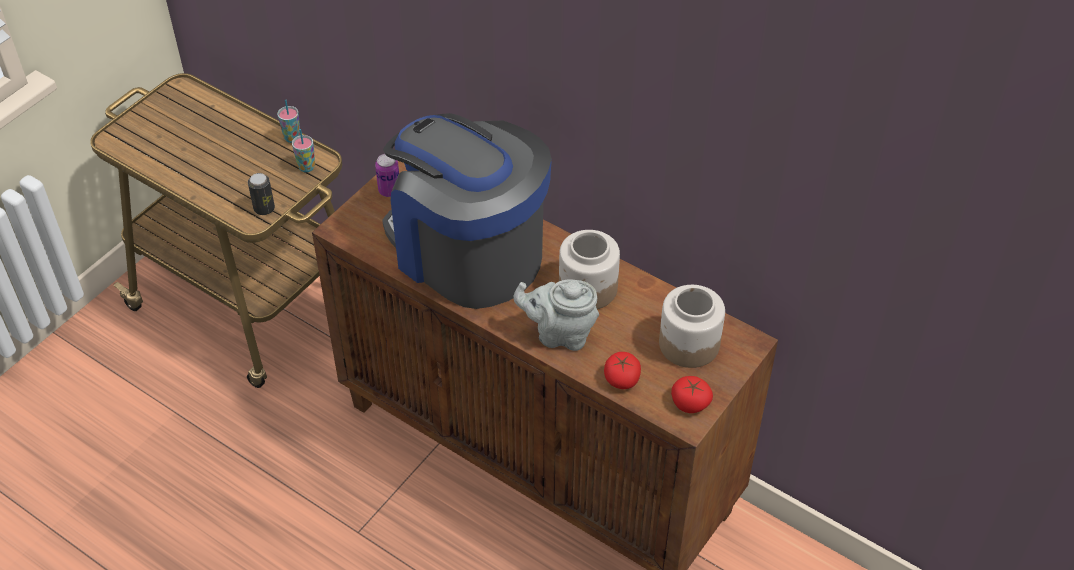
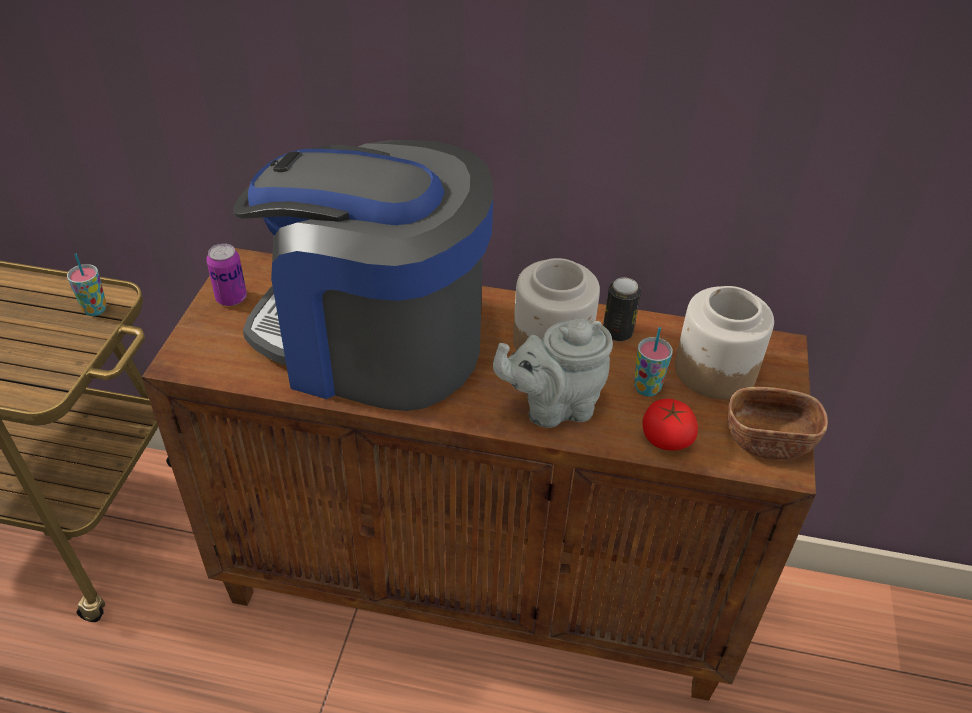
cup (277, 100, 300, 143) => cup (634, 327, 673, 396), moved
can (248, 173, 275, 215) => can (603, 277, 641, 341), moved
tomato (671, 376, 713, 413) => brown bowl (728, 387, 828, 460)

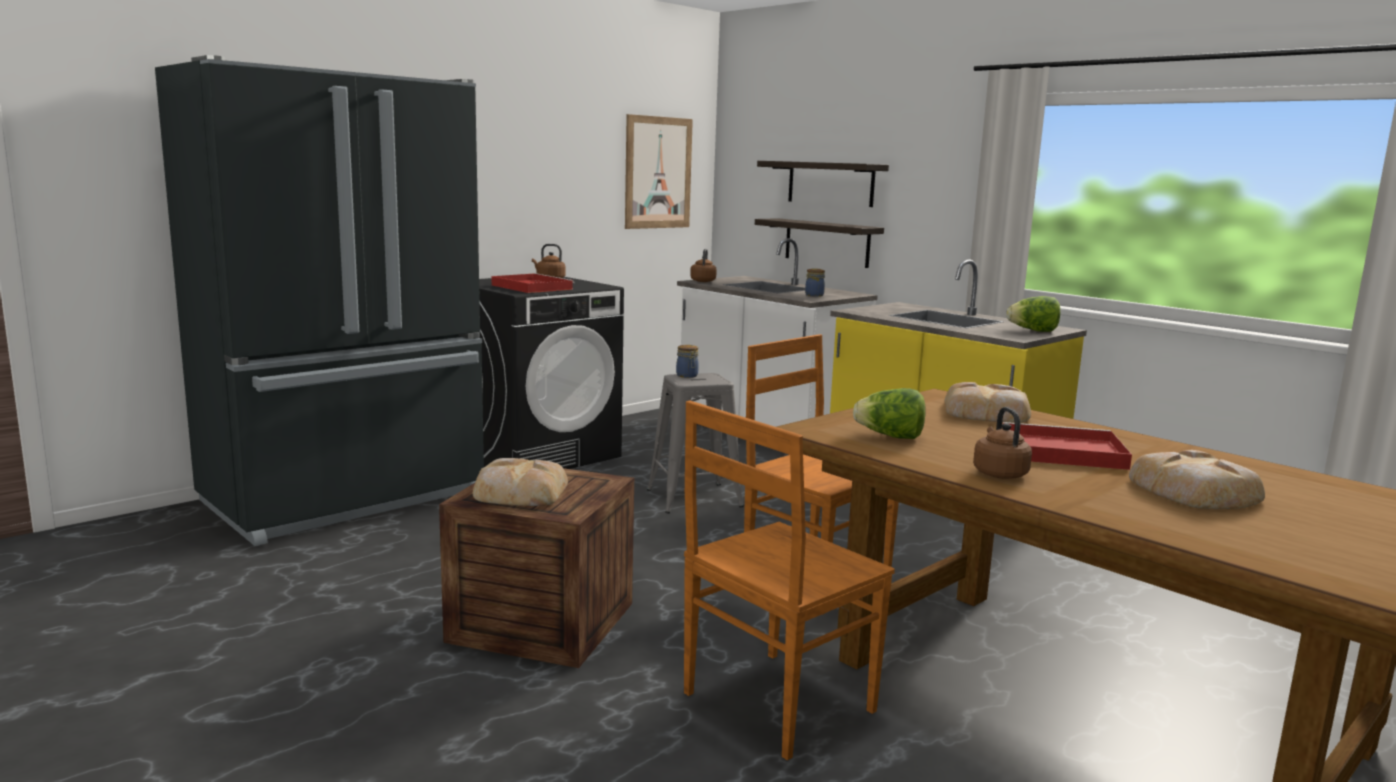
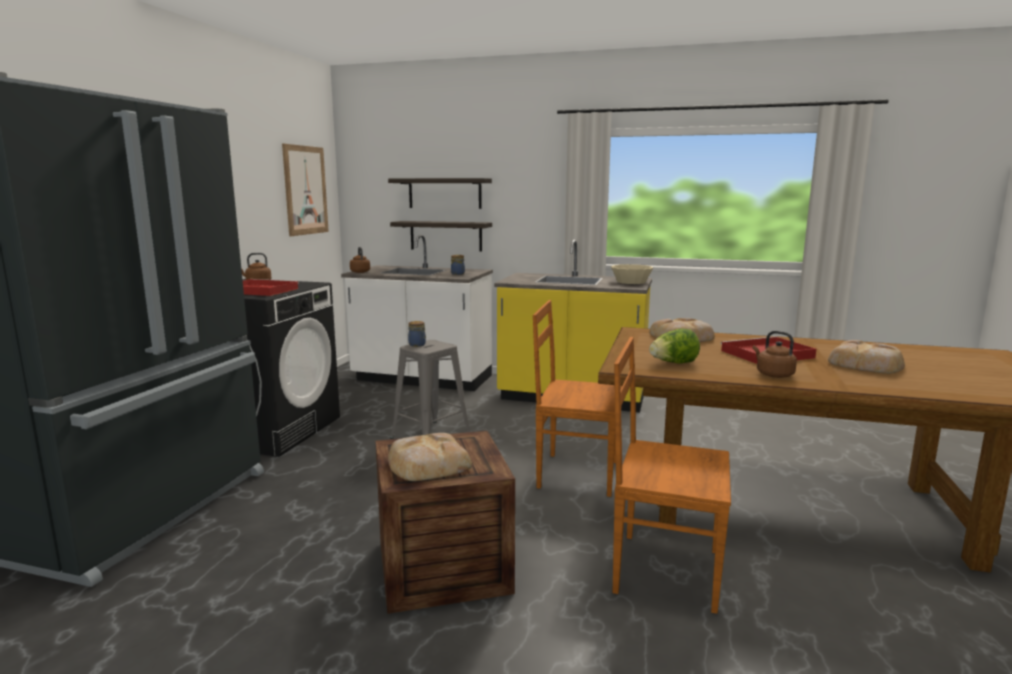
lettuce (1006, 296, 1060, 332) => beige bowl (611, 264, 653, 284)
brown chair (684, 400, 895, 760) => brown chair (612, 337, 731, 614), 90 degrees clockwise

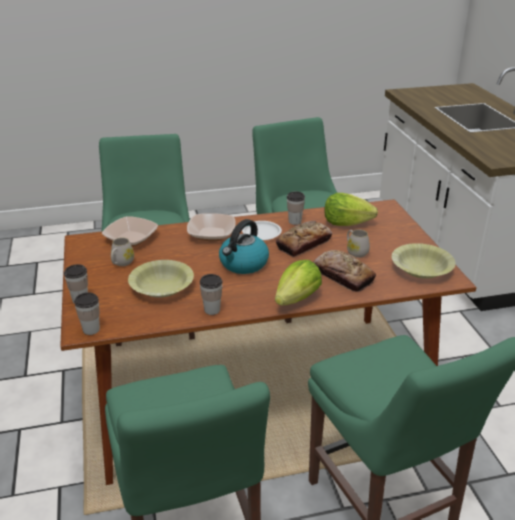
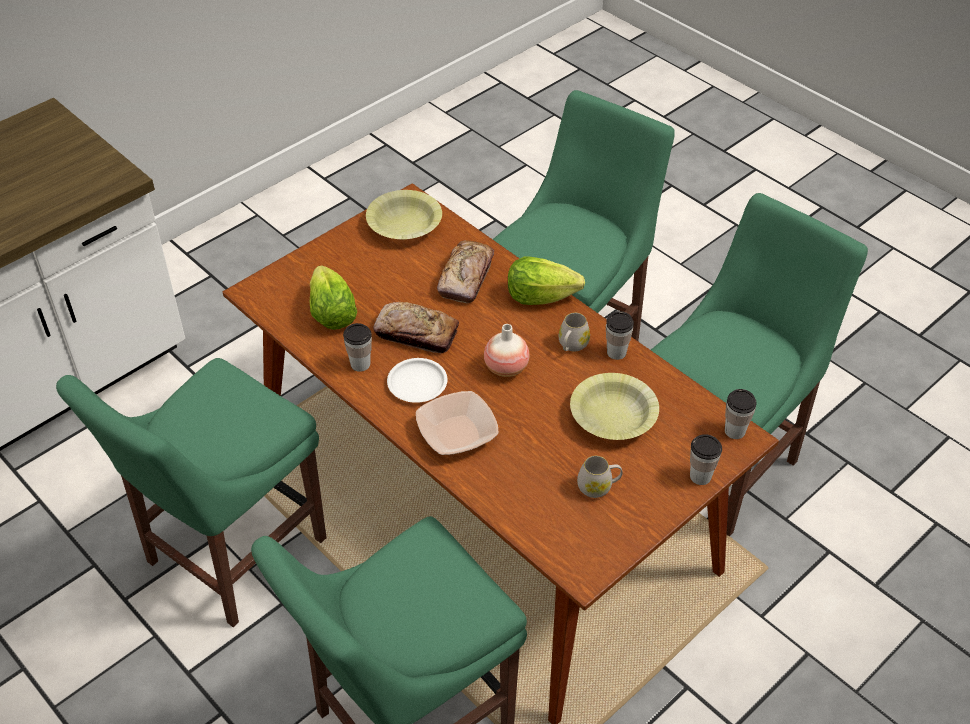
bowl (102, 216, 158, 247) => nothing
kettle (219, 219, 269, 274) => vase (484, 324, 530, 377)
white mug (347, 229, 370, 258) => white mug (559, 313, 590, 351), moved

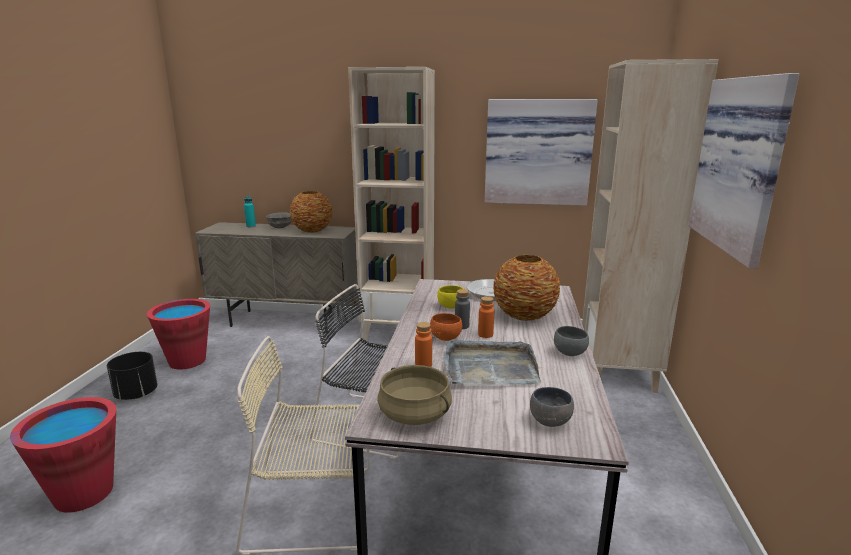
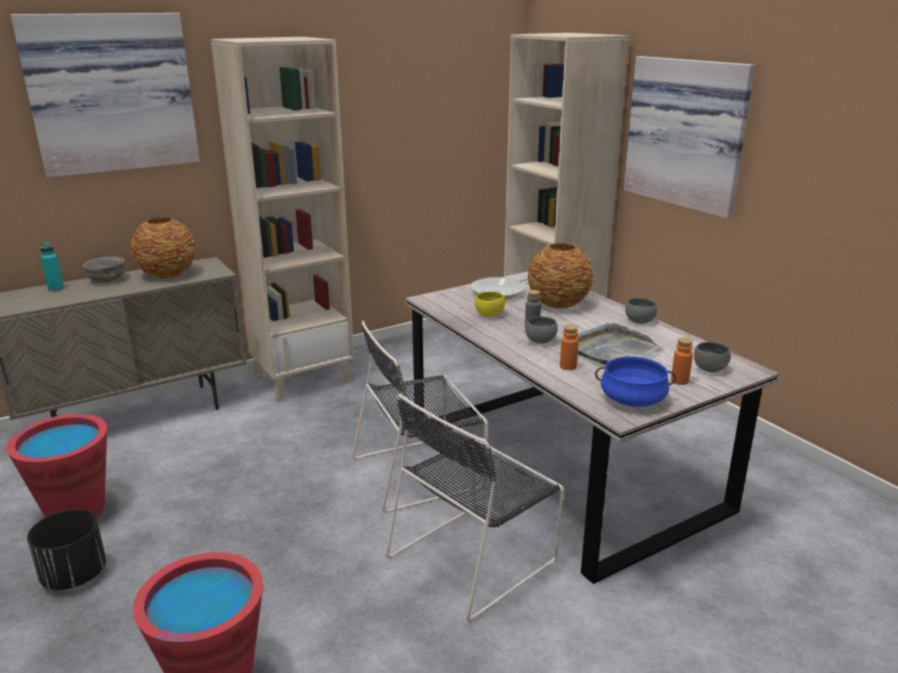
picture (485, 99, 598, 206) => picture (11, 13, 200, 178), moved
orange bottle (478, 296, 494, 338) => orange bottle (671, 337, 693, 385), moved
orange bowl (430, 313, 462, 341) => grey bowl (525, 316, 558, 343)
beige chair (236, 336, 370, 555) => black chair (386, 394, 564, 621)
beige cooking pot (377, 365, 452, 425) => blue cooking pot (595, 356, 676, 407)

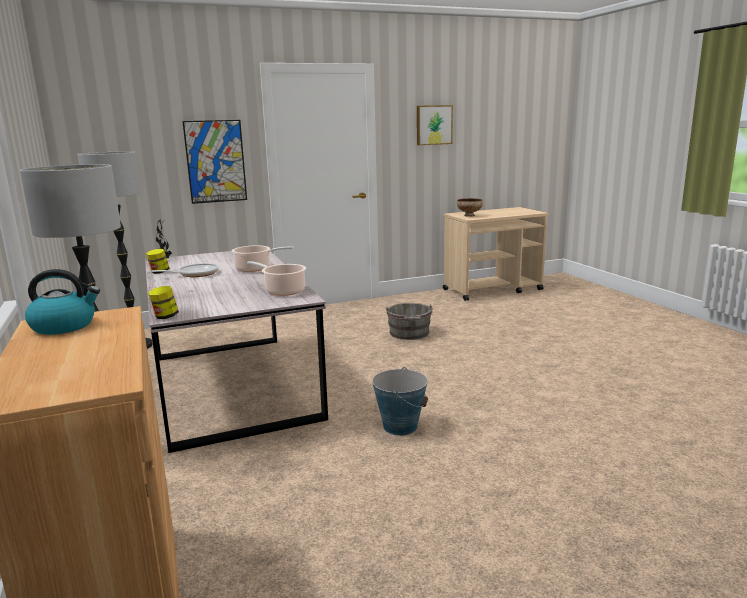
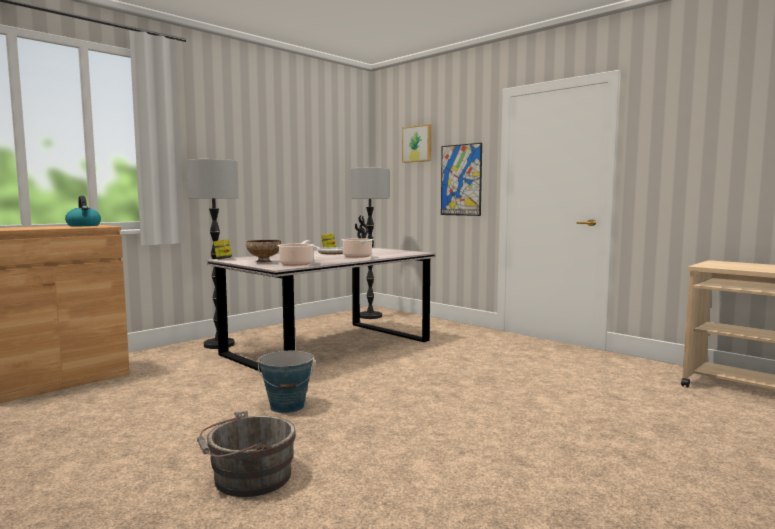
picture (417, 105, 453, 145) => picture (402, 124, 432, 163), moved
bowl (457, 198, 483, 217) => bowl (246, 240, 281, 262), moved
grey bucket (386, 303, 433, 340) => grey bucket (197, 410, 296, 497), moved

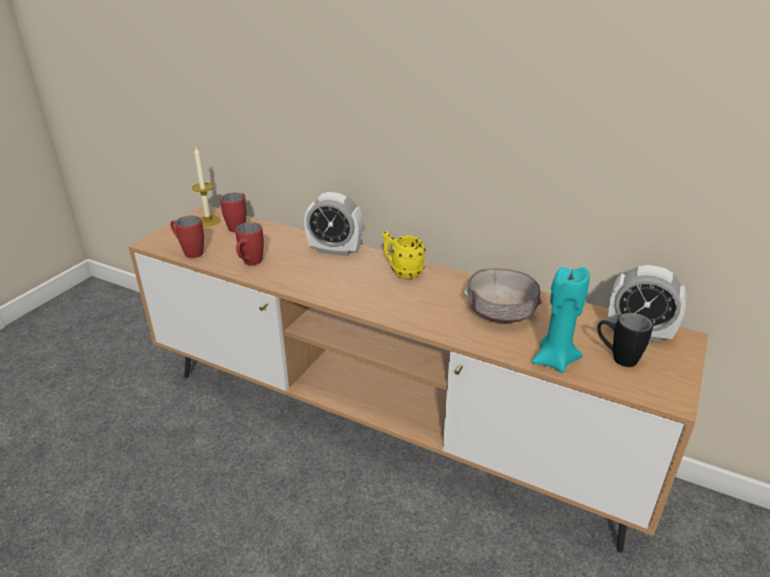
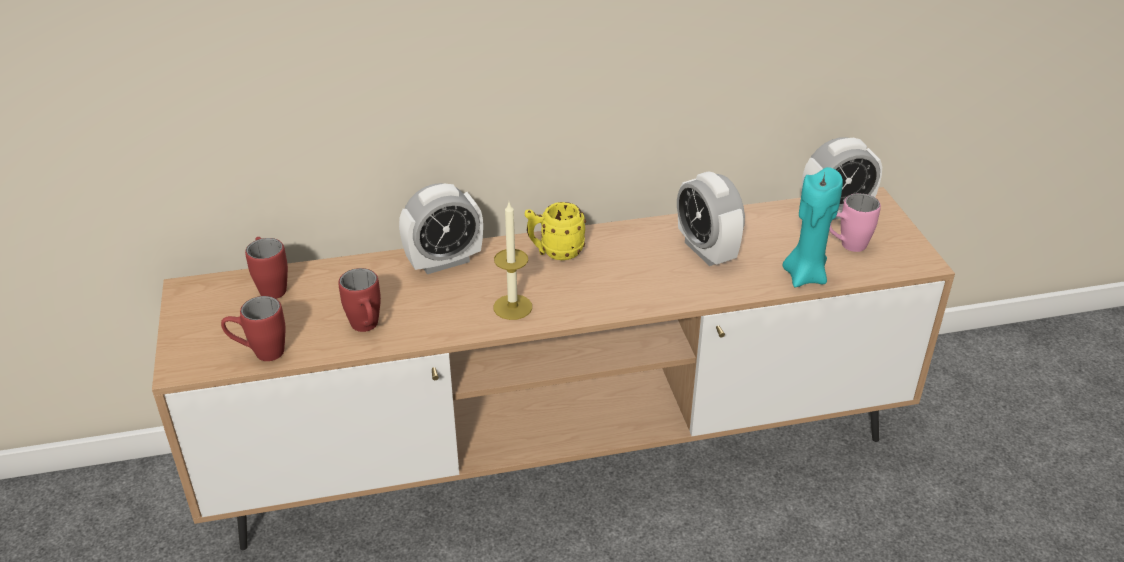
candle (192, 147, 221, 227) => candle (494, 202, 532, 320), moved
grey bowl (463, 269, 542, 323) => alarm clock (677, 171, 745, 266)
black mug (597, 313, 653, 367) => pink mug (829, 193, 881, 252)

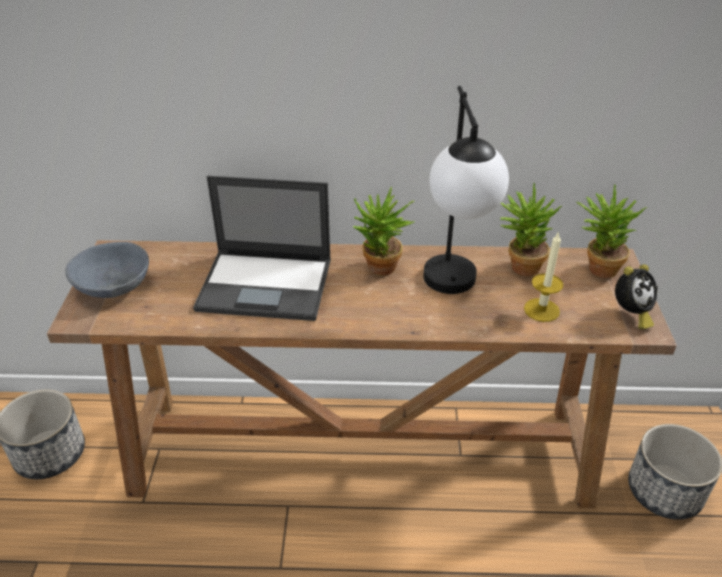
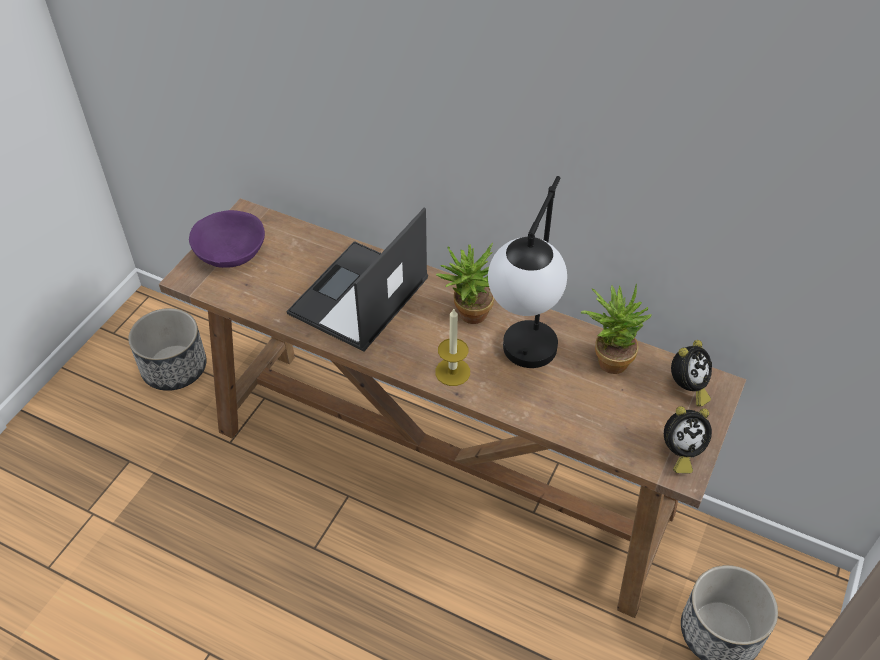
laptop (193, 176, 331, 321) => laptop (286, 207, 428, 351), 90 degrees clockwise
potted plant (576, 184, 647, 278) => alarm clock (671, 340, 712, 407)
candle (524, 231, 563, 322) => candle (435, 309, 470, 386), moved
grey bowl (65, 242, 149, 298) => purple bowl (189, 210, 265, 268)

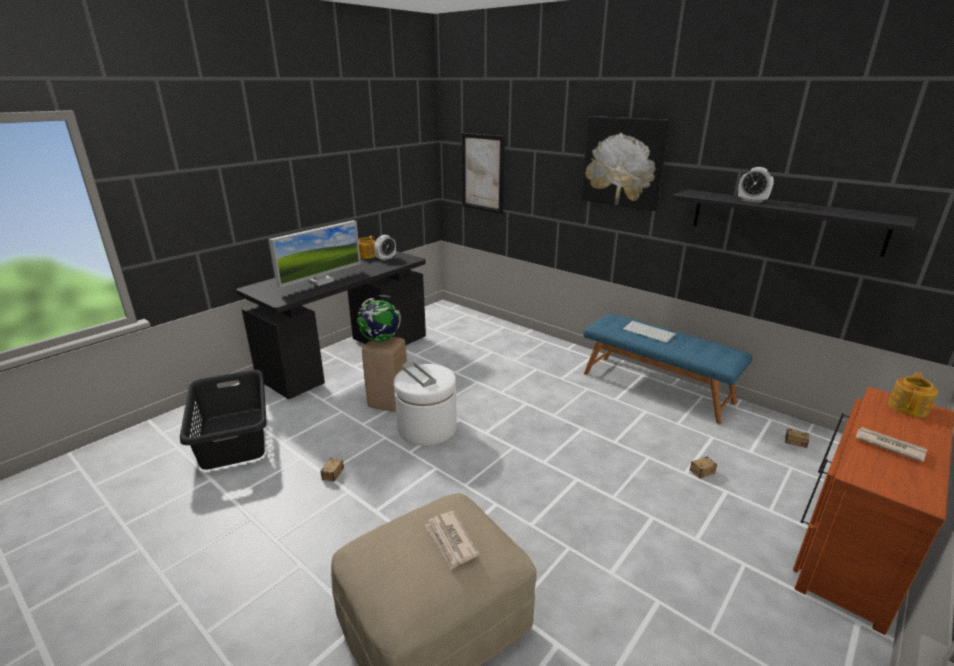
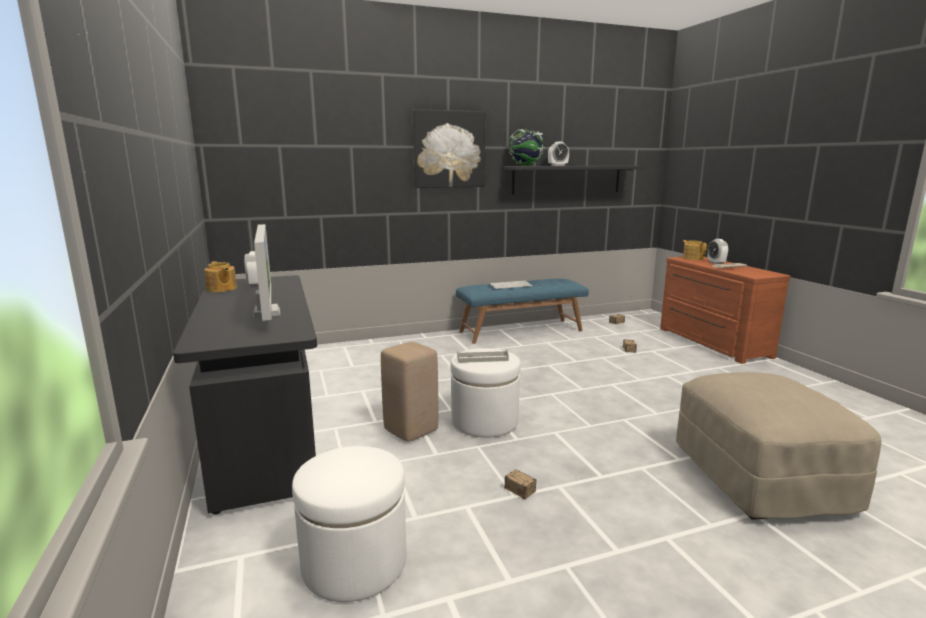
picture (461, 133, 505, 214) => nothing
globe (357, 295, 401, 342) => globe (509, 129, 545, 166), moved
black laundry basket (180, 370, 267, 470) => white ottoman (292, 446, 407, 602)
newspaper (425, 511, 479, 570) => nothing
nothing => alarm clock (707, 239, 728, 264)

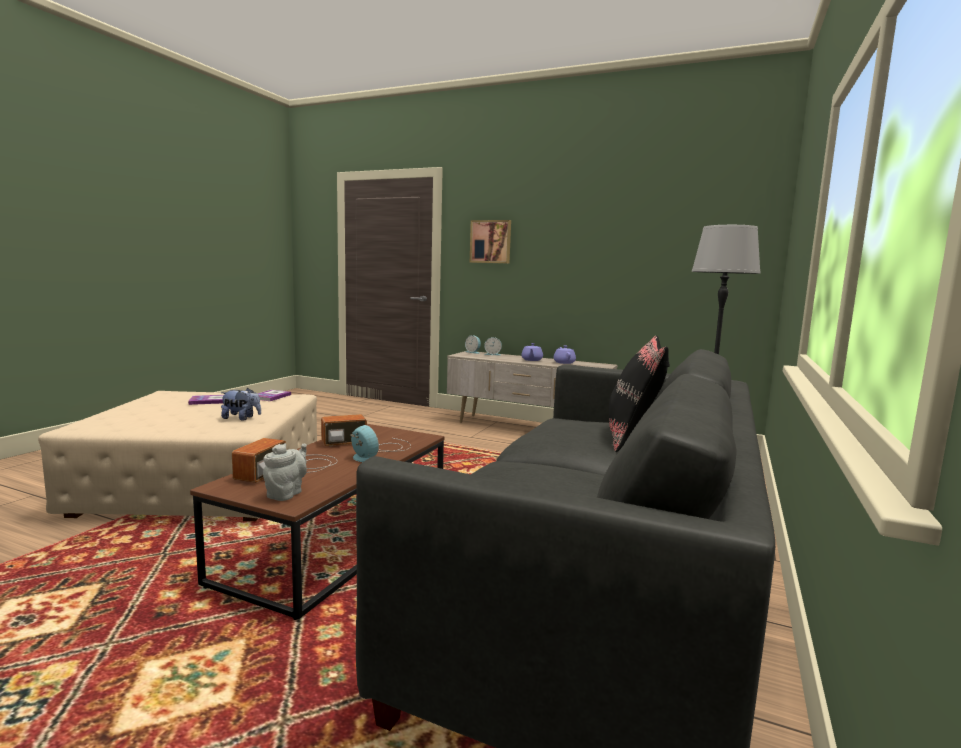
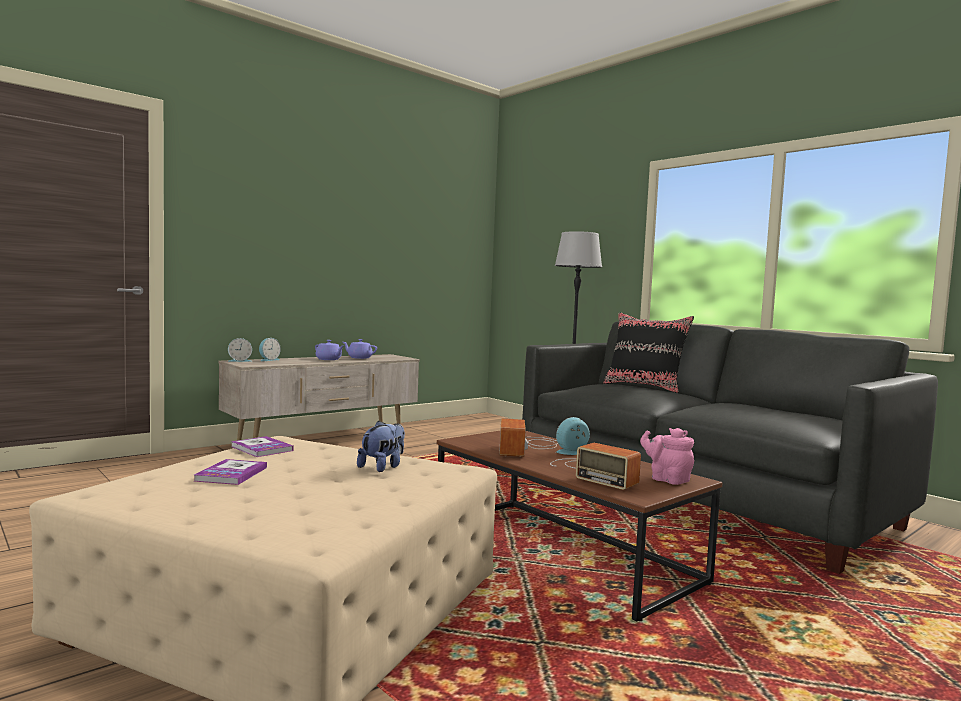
picture (470, 220, 511, 264) => nothing
grey teapot (263, 443, 307, 501) => pink teapot (640, 428, 694, 485)

